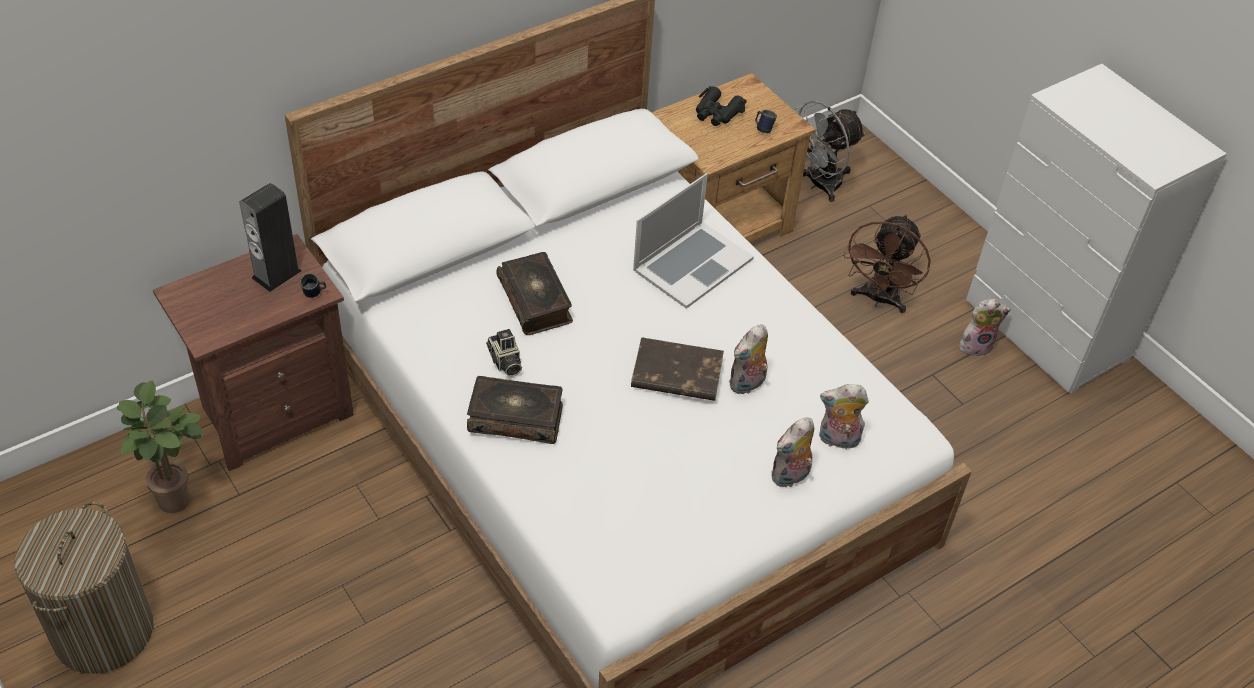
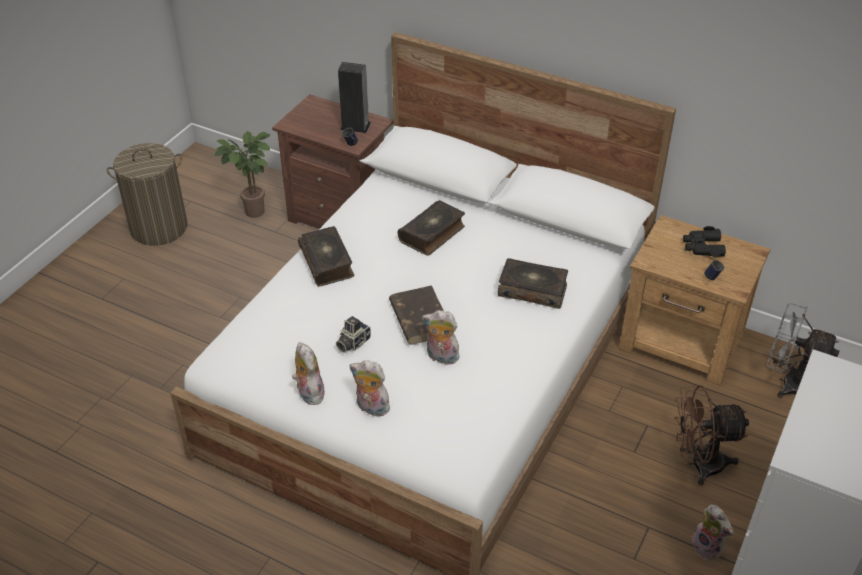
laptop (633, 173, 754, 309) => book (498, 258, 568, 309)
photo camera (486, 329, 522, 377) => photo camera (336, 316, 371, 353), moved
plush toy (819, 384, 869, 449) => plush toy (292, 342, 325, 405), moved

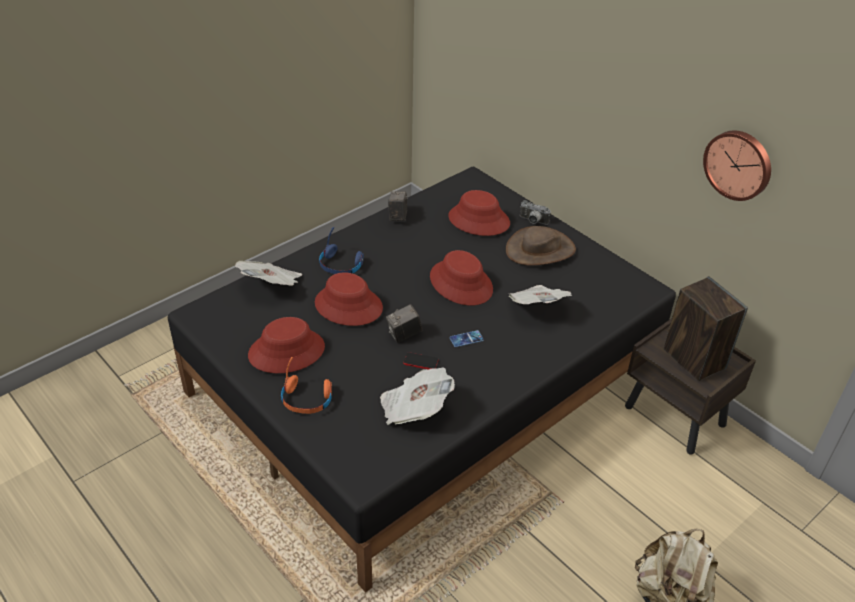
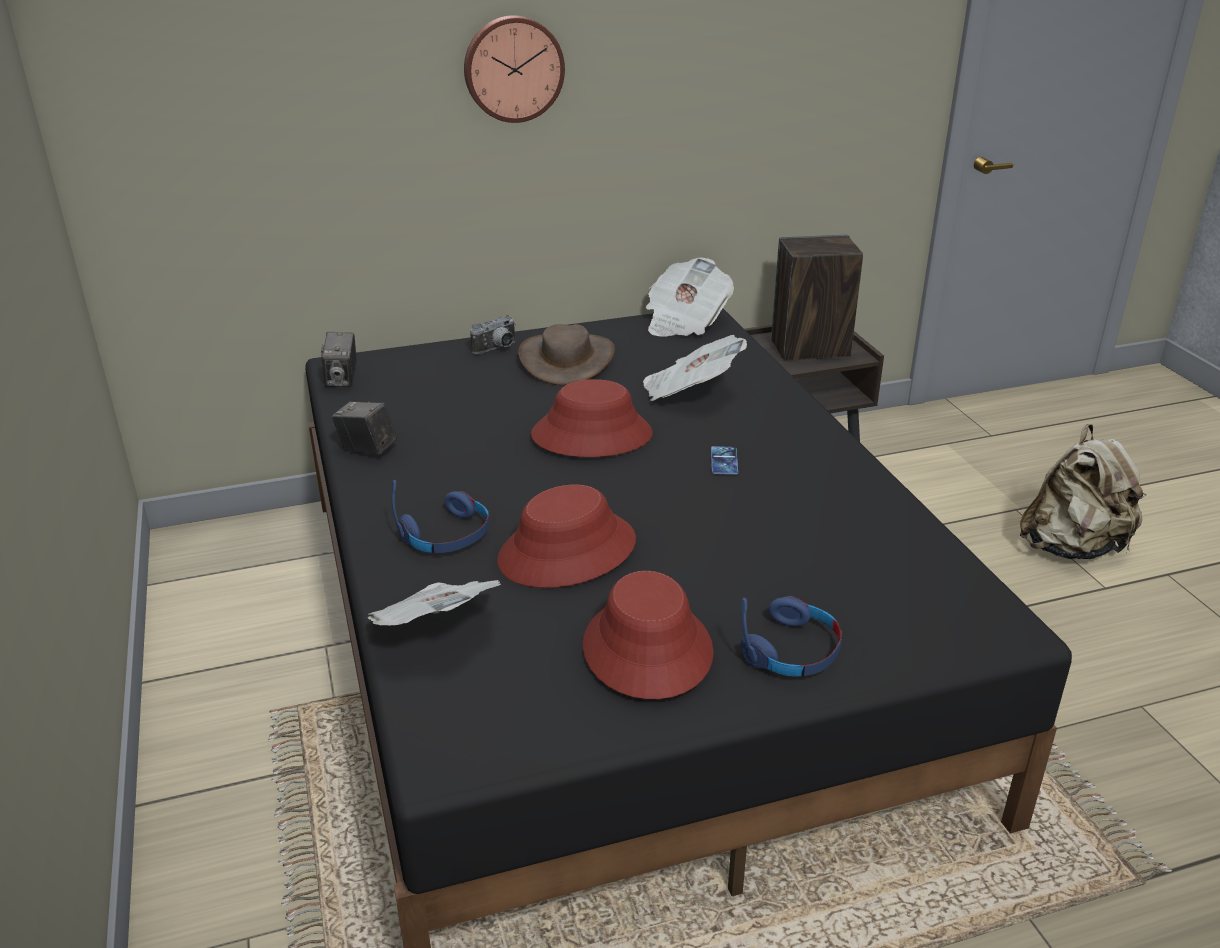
wall clock (703, 130, 771, 201) => wall clock (464, 15, 565, 123), moved
red hat (448, 190, 510, 236) => nothing
photo camera (386, 304, 422, 343) => photo camera (321, 332, 357, 387), moved
phone (403, 352, 439, 369) => nothing
orange headphones (281, 357, 332, 414) => blue headphones (740, 596, 842, 677)
newspaper (380, 367, 455, 425) => newspaper (646, 257, 734, 337), moved

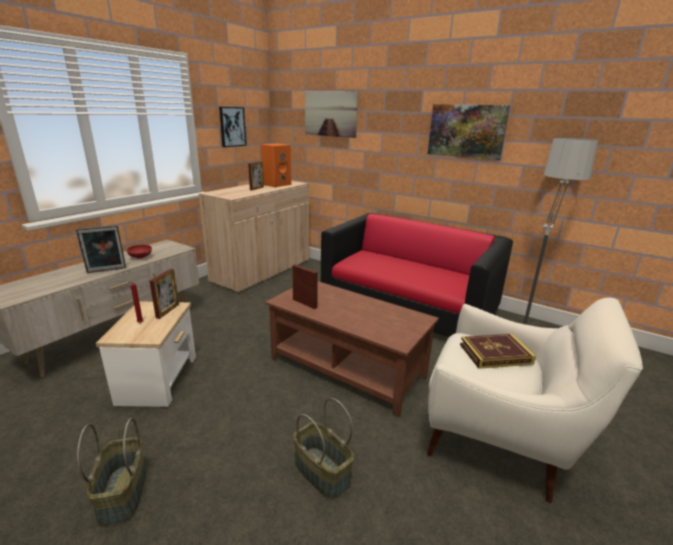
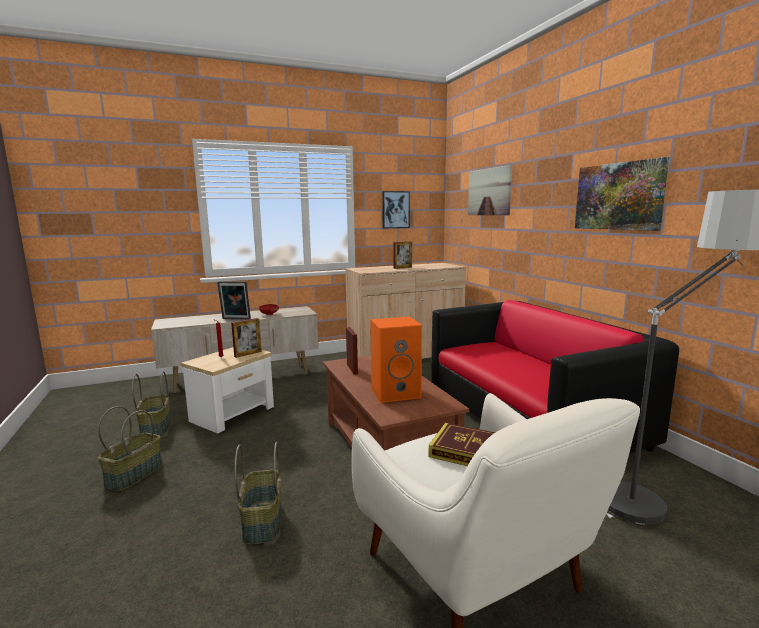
orange speaker (261, 143, 292, 187) => orange speaker (370, 317, 422, 403), moved
nothing => basket (132, 371, 171, 436)

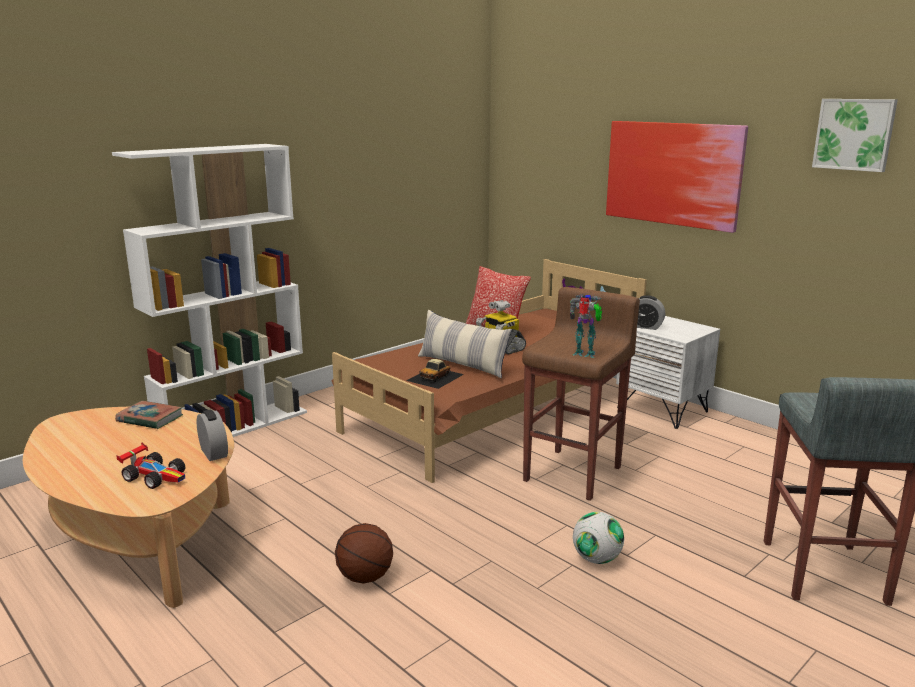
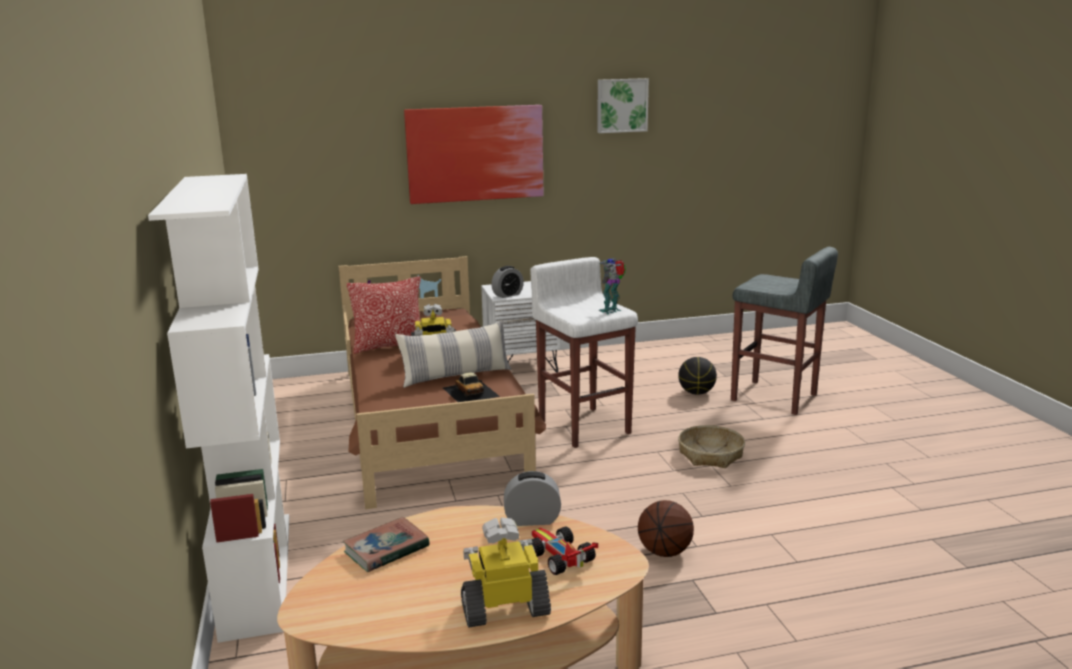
brown stool (522, 287, 640, 501) => white stool (530, 257, 638, 448)
toy car (116, 443, 185, 489) => toy car (531, 526, 598, 575), 90 degrees counterclockwise
football (573, 512, 624, 564) => basket (678, 425, 745, 468)
nothing => basketball (678, 357, 717, 395)
nothing => toy robot (461, 517, 551, 628)

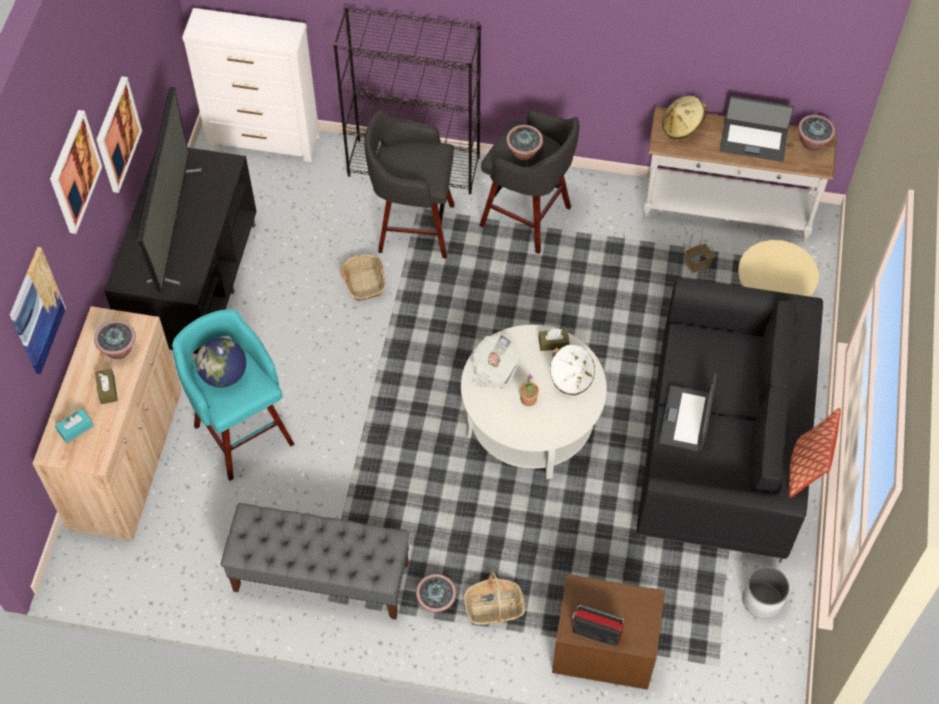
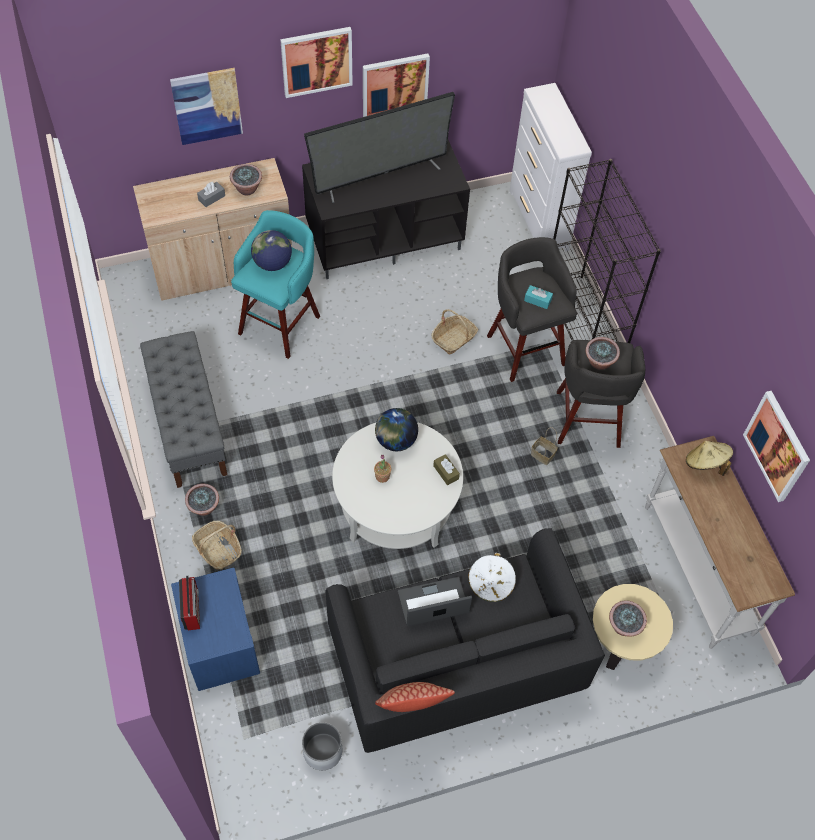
laptop (720, 96, 794, 162) => nothing
potted plant (798, 115, 835, 151) => potted plant (609, 600, 647, 637), moved
basket (685, 230, 714, 273) => basket (531, 427, 558, 465), moved
newspaper (471, 334, 521, 389) => globe (375, 408, 418, 451)
white hat (550, 344, 595, 395) => white hat (468, 552, 516, 602), moved
brown tissue box (95, 369, 118, 404) => grey tissue box (197, 182, 225, 207)
turquoise tissue box (55, 409, 93, 443) => turquoise tissue box (524, 285, 553, 309), moved
brown nightstand (552, 574, 665, 690) => blue nightstand (171, 568, 260, 691)
nothing => picture (743, 391, 810, 502)

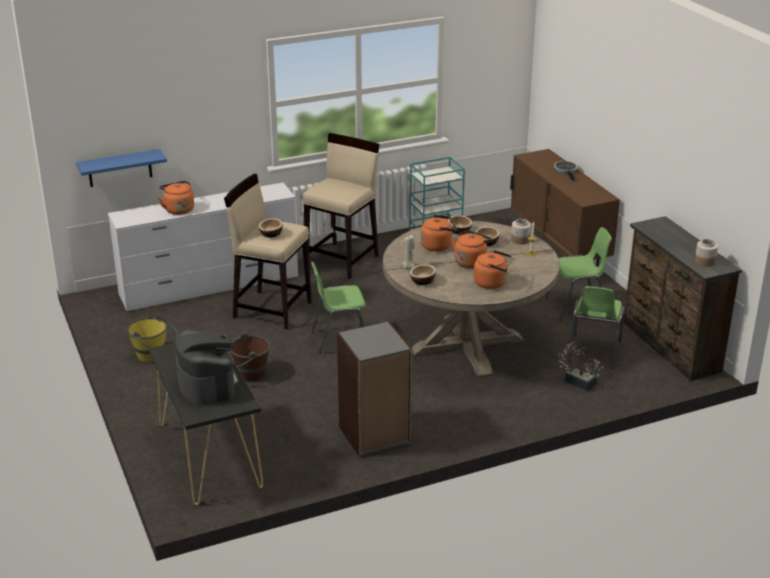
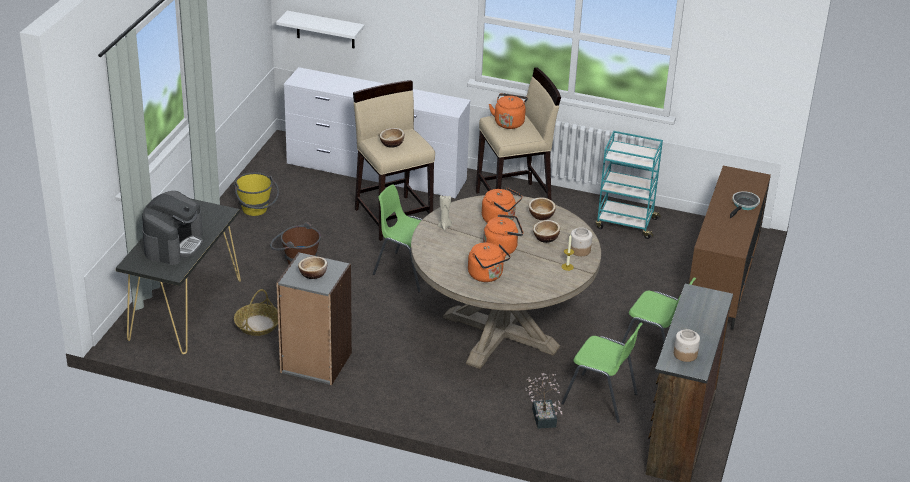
blue shelf (76, 149, 167, 187) => white shelf (276, 11, 364, 48)
orange kettle (158, 181, 194, 215) => orange kettle (489, 93, 528, 129), moved
bowl (410, 265, 436, 285) => bowl (298, 256, 327, 279), moved
green chair (568, 286, 625, 369) => green chair (561, 323, 643, 423), 120 degrees counterclockwise
nothing => basket (234, 289, 278, 336)

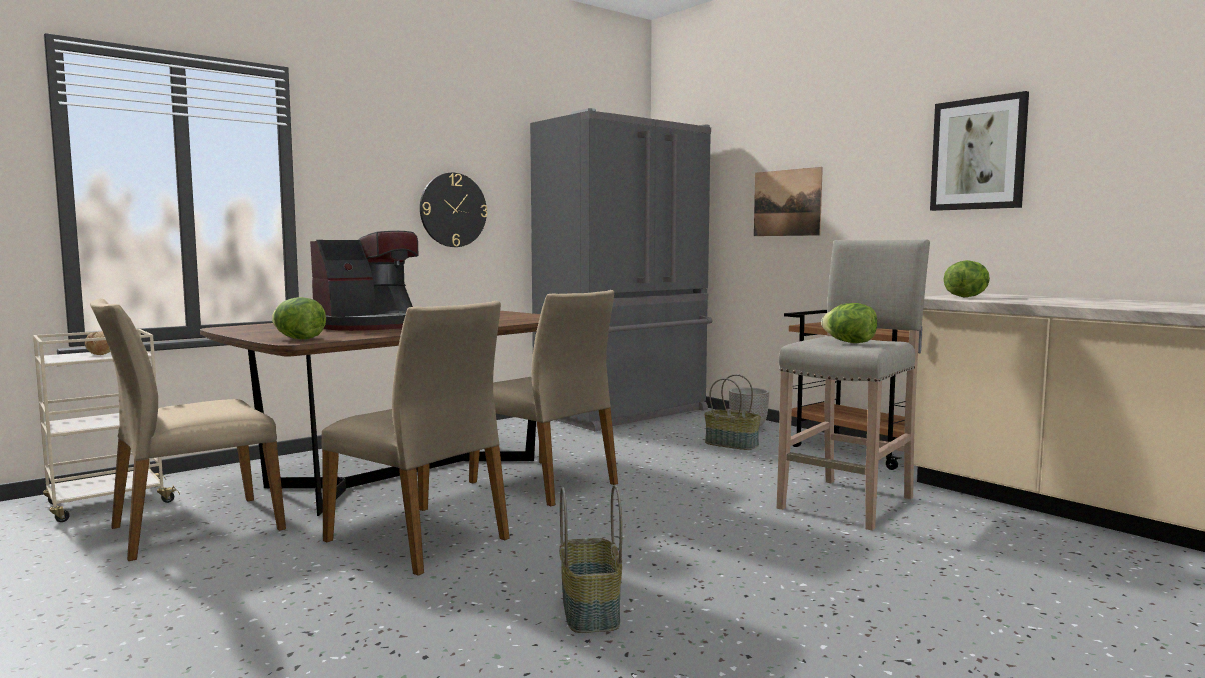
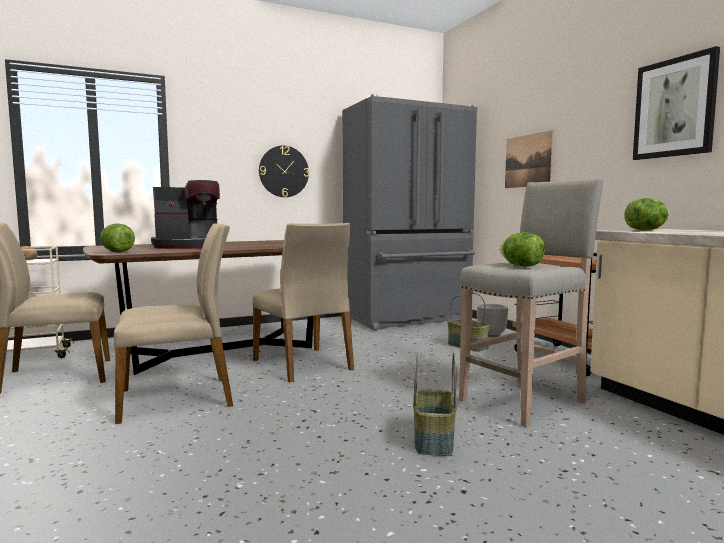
beige chair (321, 300, 510, 576) => beige chair (114, 223, 233, 424), 75 degrees counterclockwise
basket (559, 485, 622, 633) => basket (413, 350, 457, 456), moved

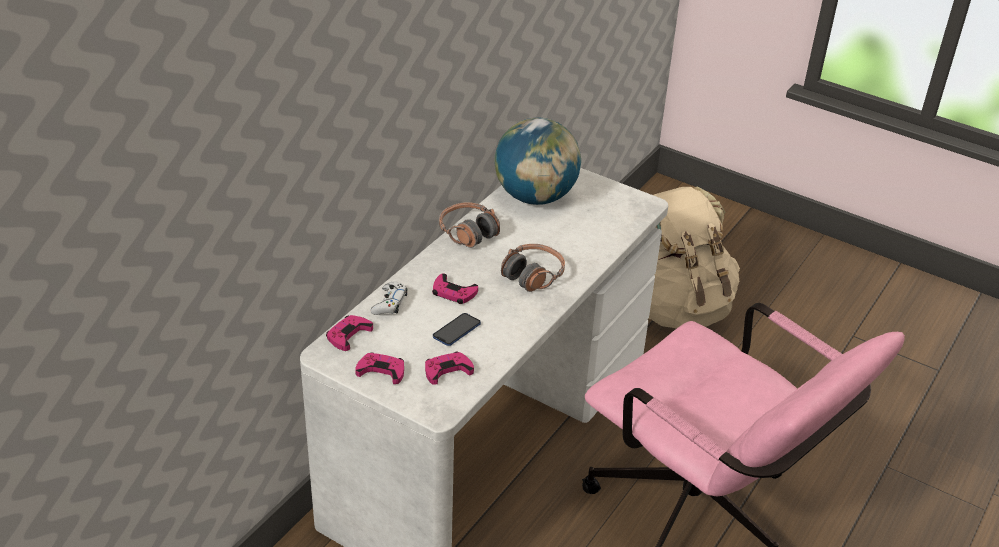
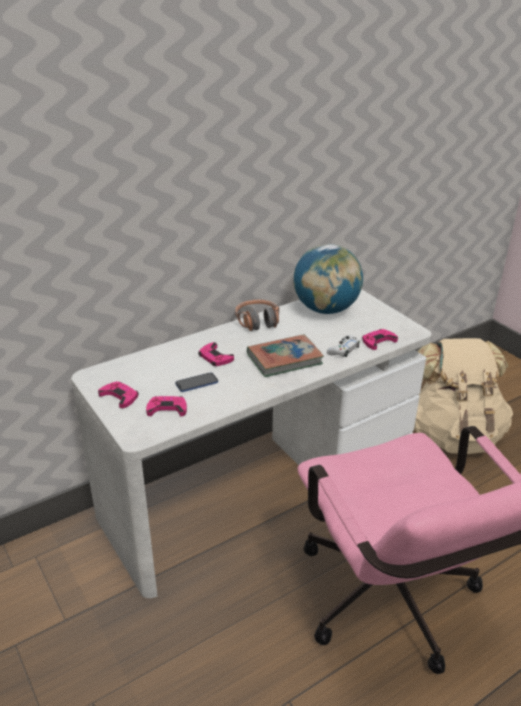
headphones (501, 244, 565, 292) => book (247, 334, 324, 377)
white game controller (371, 281, 407, 315) => white game controller (327, 335, 360, 357), moved
pink game controller (326, 315, 373, 351) => pink game controller (362, 329, 398, 350), moved

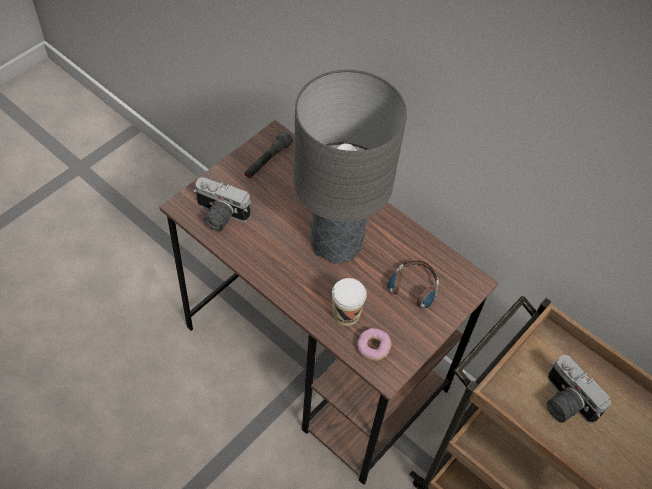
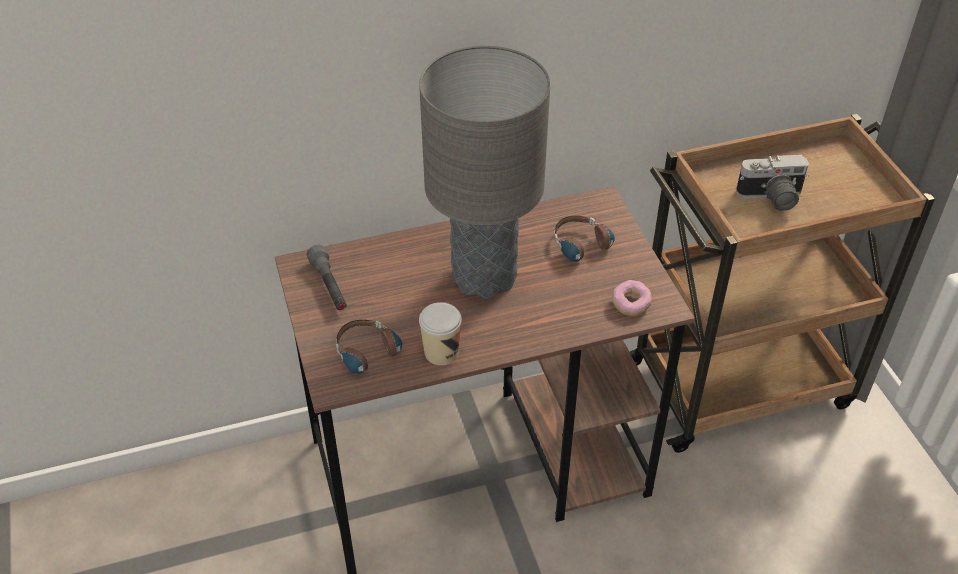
photo camera (193, 177, 251, 232) => headphones (336, 320, 402, 387)
cup (332, 278, 367, 326) => cup (419, 302, 462, 365), moved

